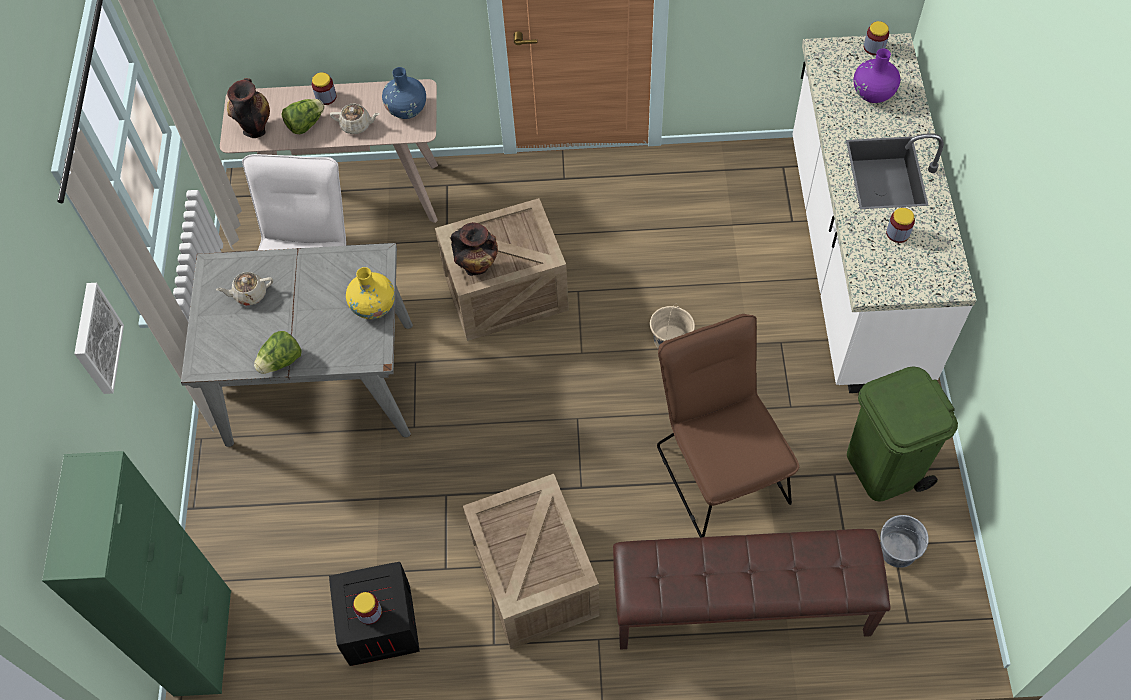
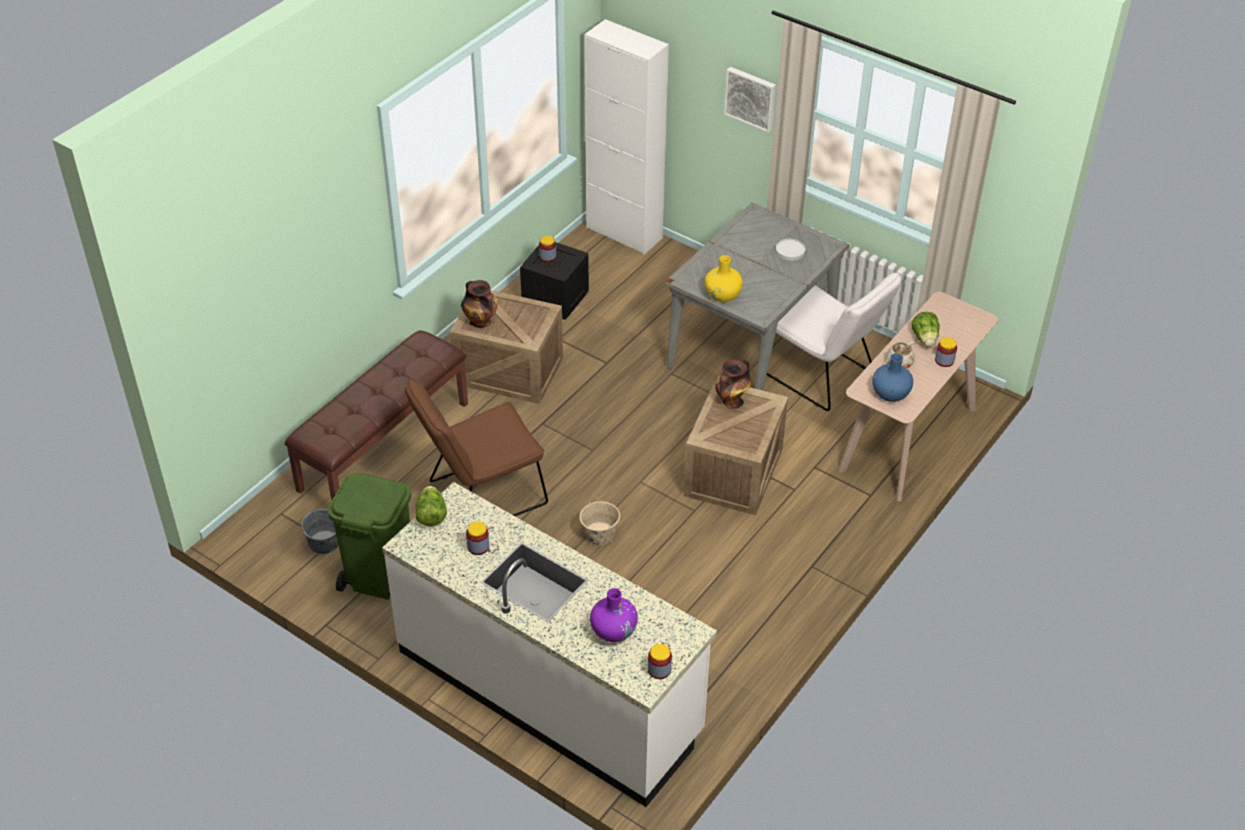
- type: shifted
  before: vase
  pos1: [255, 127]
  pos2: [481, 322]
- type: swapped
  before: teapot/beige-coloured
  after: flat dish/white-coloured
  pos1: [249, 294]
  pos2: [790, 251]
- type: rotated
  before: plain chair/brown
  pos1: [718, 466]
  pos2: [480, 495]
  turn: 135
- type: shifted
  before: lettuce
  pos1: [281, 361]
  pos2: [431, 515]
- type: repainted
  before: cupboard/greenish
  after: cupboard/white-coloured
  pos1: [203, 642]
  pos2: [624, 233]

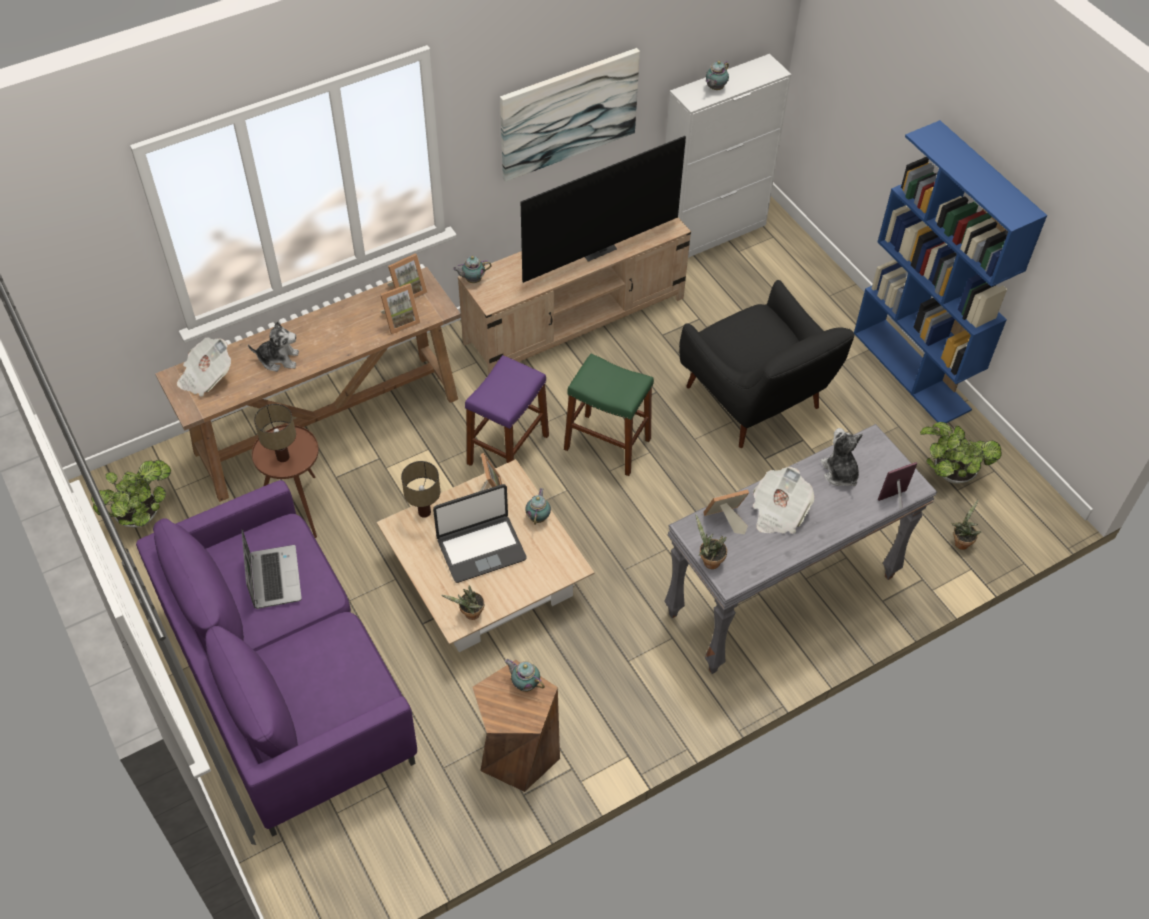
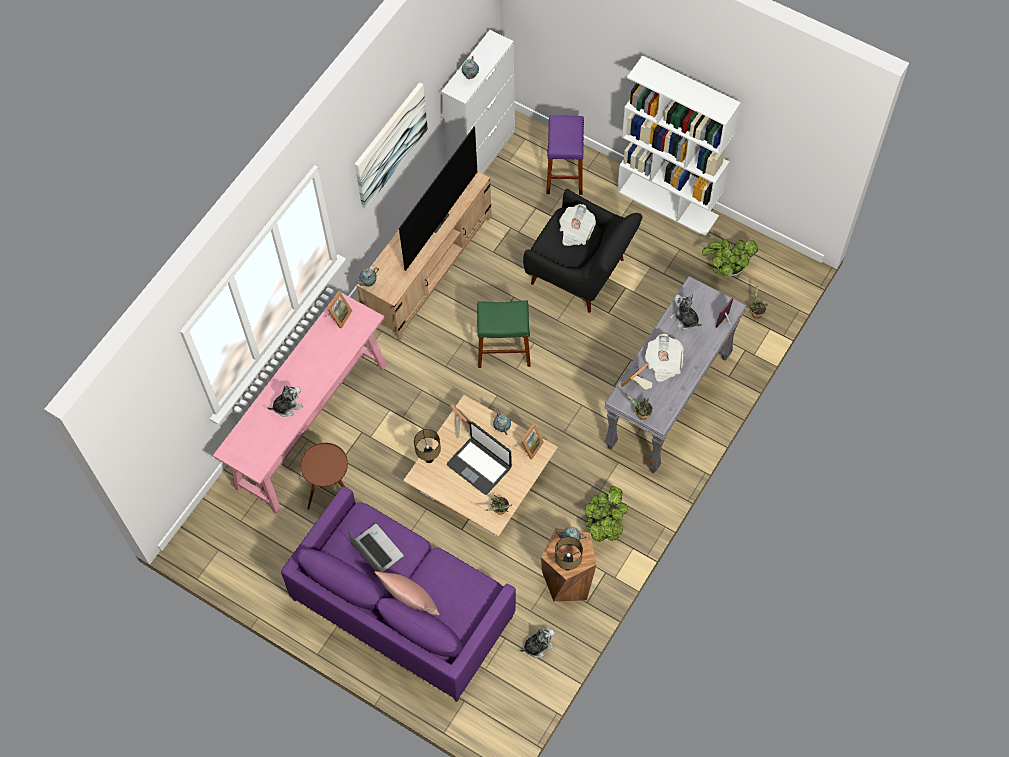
- type: repainted
  before: bookshelf/bluish
  after: bookshelf/white-coloured
  pos1: [912, 371]
  pos2: [668, 203]
- type: repainted
  before: hall table/brown
  after: hall table/pink-coloured
  pos1: [329, 425]
  pos2: [312, 424]
- type: shifted
  before: standing frame
  pos1: [400, 320]
  pos2: [529, 446]
- type: shifted
  before: printed paper
  pos1: [206, 377]
  pos2: [575, 231]
- type: shifted
  before: sitting stool/purple-coloured
  pos1: [508, 450]
  pos2: [564, 174]
- type: shifted
  before: tabletop lamp
  pos1: [282, 456]
  pos2: [567, 565]
- type: shifted
  before: plant in a pot
  pos1: [142, 515]
  pos2: [603, 527]
- type: rotated
  before: notebook computer
  pos1: [481, 548]
  pos2: [479, 465]
  turn: 90
- type: new
  after: pillow/pink-coloured
  pos2: [410, 602]
- type: new
  after: plush toy
  pos2: [538, 645]

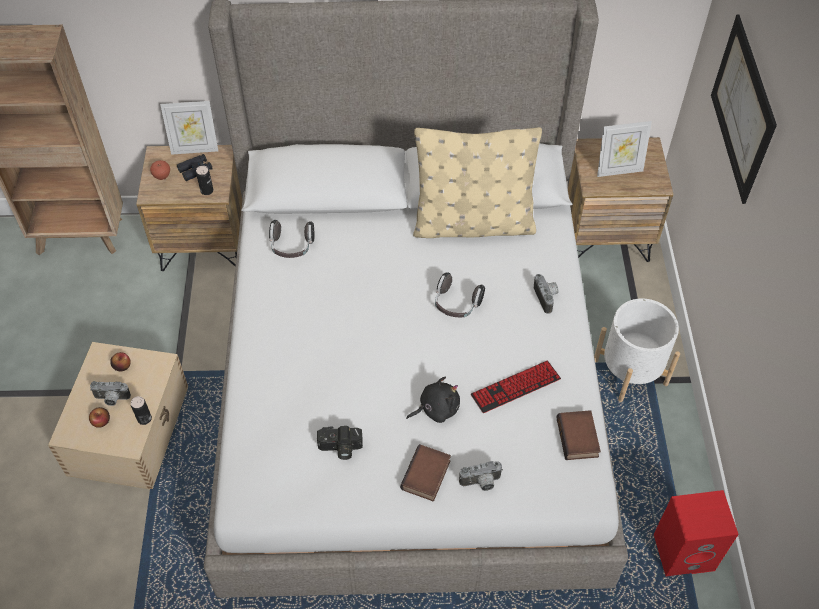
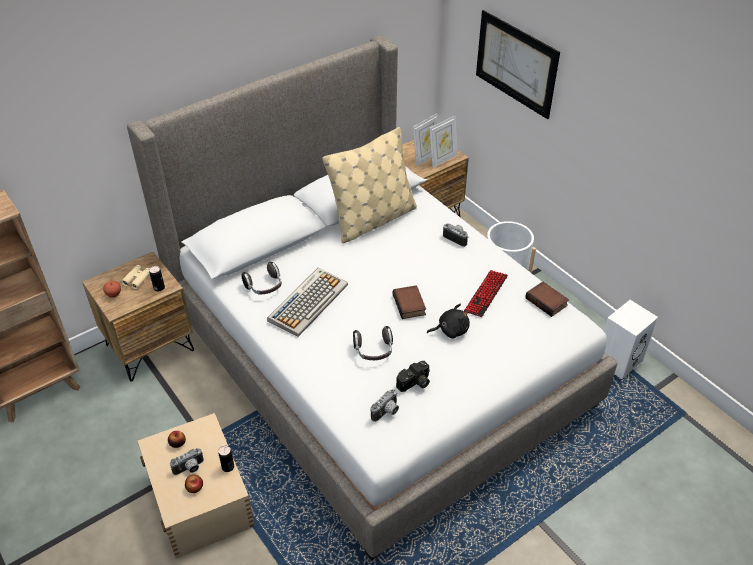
- type: shifted
  before: standing frame
  pos1: [195, 149]
  pos2: [442, 159]
- type: repainted
  before: field glasses/blackish
  after: field glasses/beige-coloured
  pos1: [195, 170]
  pos2: [137, 279]
- type: shifted
  before: pair of headphones
  pos1: [456, 304]
  pos2: [373, 351]
- type: rotated
  before: plush toy/blackish
  pos1: [436, 408]
  pos2: [450, 330]
  turn: 45
- type: shifted
  before: volume
  pos1: [427, 476]
  pos2: [410, 305]
- type: shifted
  before: still camera
  pos1: [481, 483]
  pos2: [387, 413]
- type: repainted
  before: audio speaker/red
  after: audio speaker/white-coloured
  pos1: [684, 551]
  pos2: [618, 360]
- type: new
  after: computer keyboard
  pos2: [308, 302]

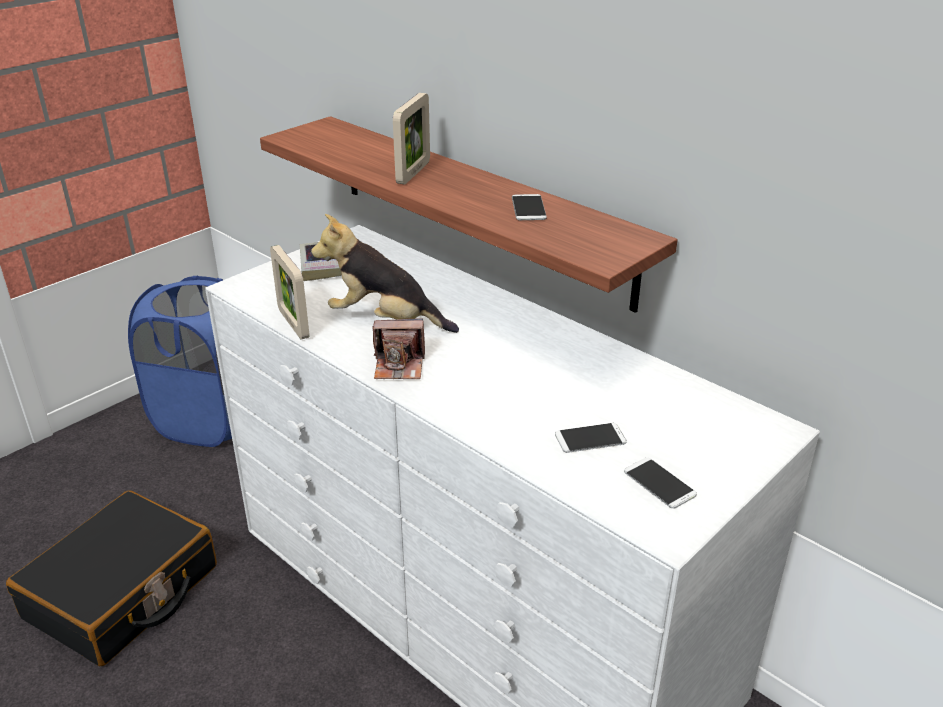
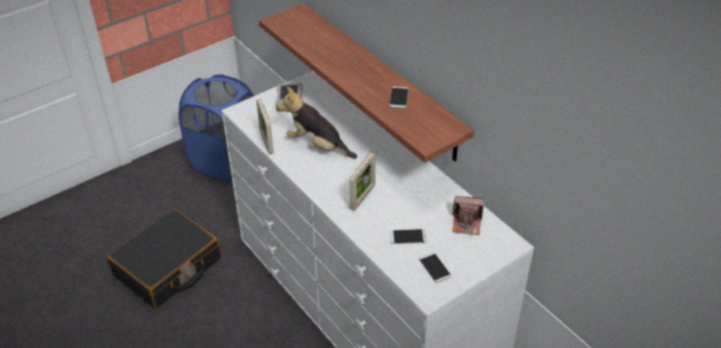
- type: shifted
  before: standing frame
  pos1: [413, 173]
  pos2: [362, 197]
- type: shifted
  before: still camera
  pos1: [399, 365]
  pos2: [467, 223]

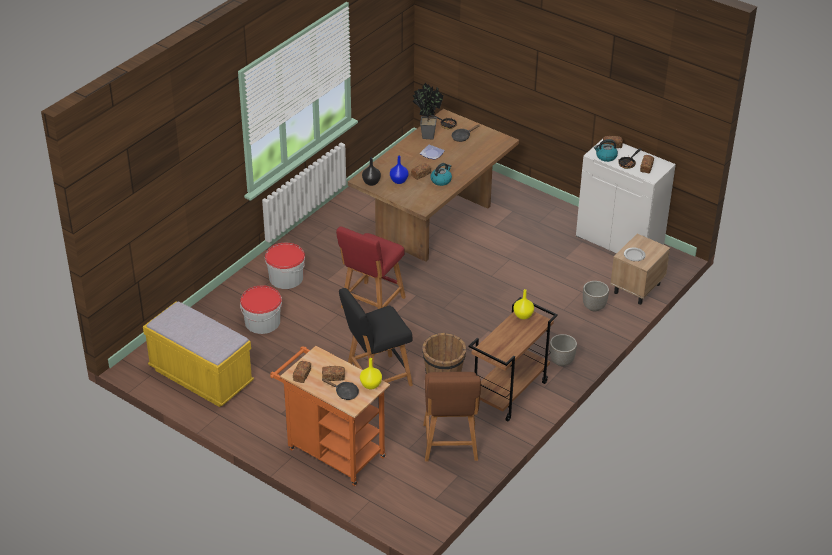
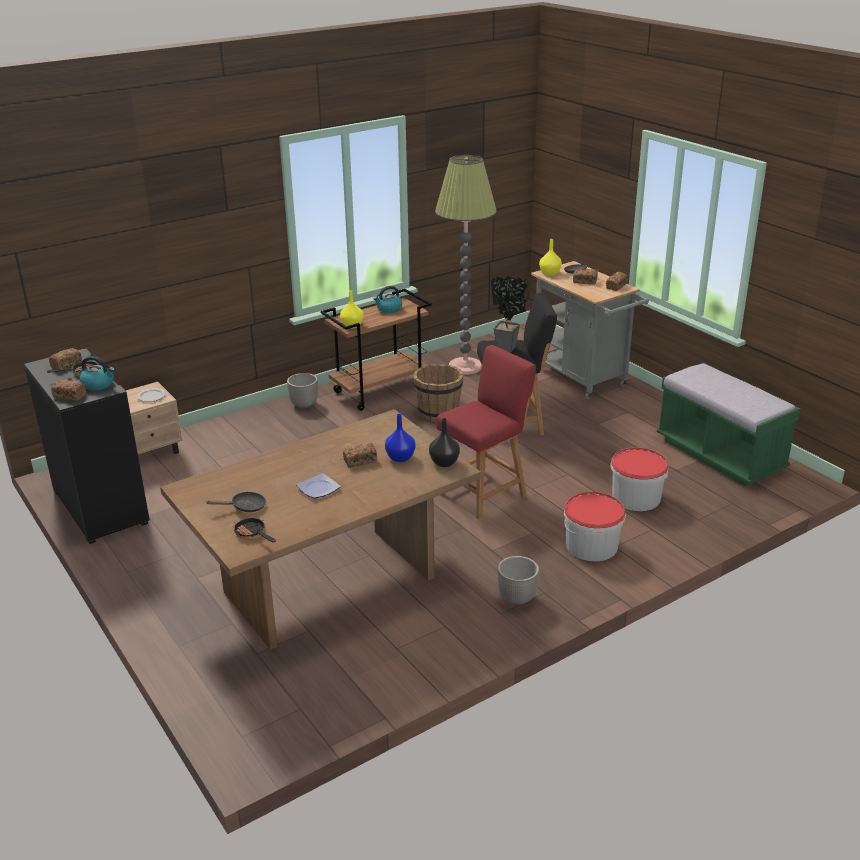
- type: shifted
  before: plant in a pot
  pos1: [426, 135]
  pos2: [508, 349]
- type: repainted
  before: cupboard/white-coloured
  after: cupboard/blackish
  pos1: [620, 241]
  pos2: [99, 506]
- type: shifted
  before: water kettle
  pos1: [441, 180]
  pos2: [389, 309]
- type: shifted
  before: flower pot
  pos1: [594, 307]
  pos2: [516, 598]
- type: repainted
  before: long seat/yellow
  after: long seat/greenish
  pos1: [201, 377]
  pos2: [720, 455]
- type: repainted
  before: wheeled cart/orange-coloured
  after: wheeled cart/grey
  pos1: [331, 451]
  pos2: [583, 379]
- type: swapped
  before: sitting stool/brown
  after: standing lamp
  pos1: [450, 444]
  pos2: [465, 367]

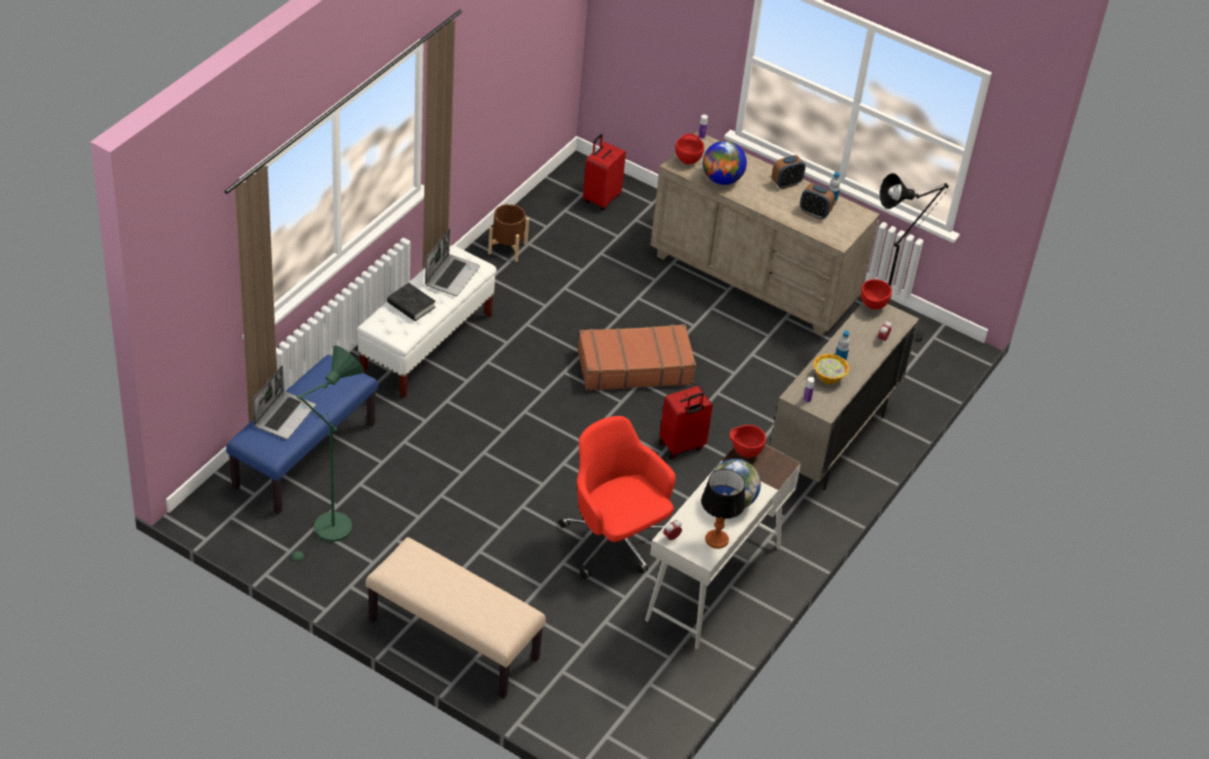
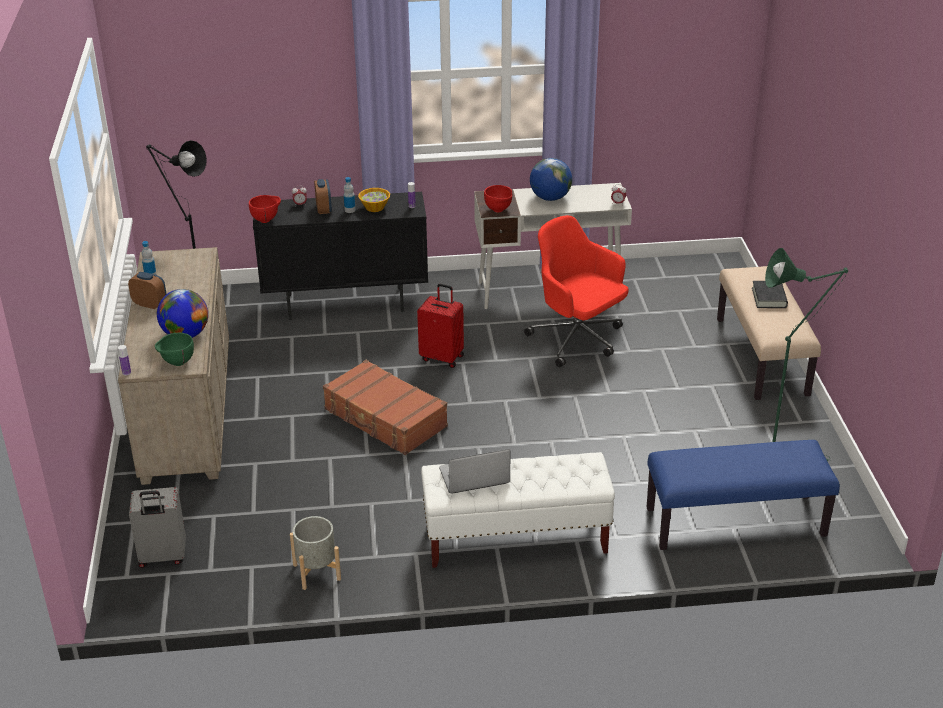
- type: repainted
  before: deep dish/red
  after: deep dish/greenish
  pos1: [688, 160]
  pos2: [177, 363]
- type: repainted
  before: piece of luggage/red
  after: piece of luggage/grey
  pos1: [601, 198]
  pos2: [162, 557]
- type: shifted
  before: bedside clock
  pos1: [815, 213]
  pos2: [324, 209]
- type: repainted
  before: flower pot/brown
  after: flower pot/grey
  pos1: [507, 248]
  pos2: [317, 572]
- type: shifted
  before: volume/blackish
  pos1: [411, 305]
  pos2: [769, 298]
- type: repainted
  before: cupboard/beige-coloured
  after: cupboard/blackish
  pos1: [832, 442]
  pos2: [346, 303]
- type: gone
  before: notebook computer
  pos1: [284, 415]
- type: rotated
  before: desk chair/red
  pos1: [615, 543]
  pos2: [577, 340]
  turn: 120
- type: gone
  before: tabletop lamp
  pos1: [716, 539]

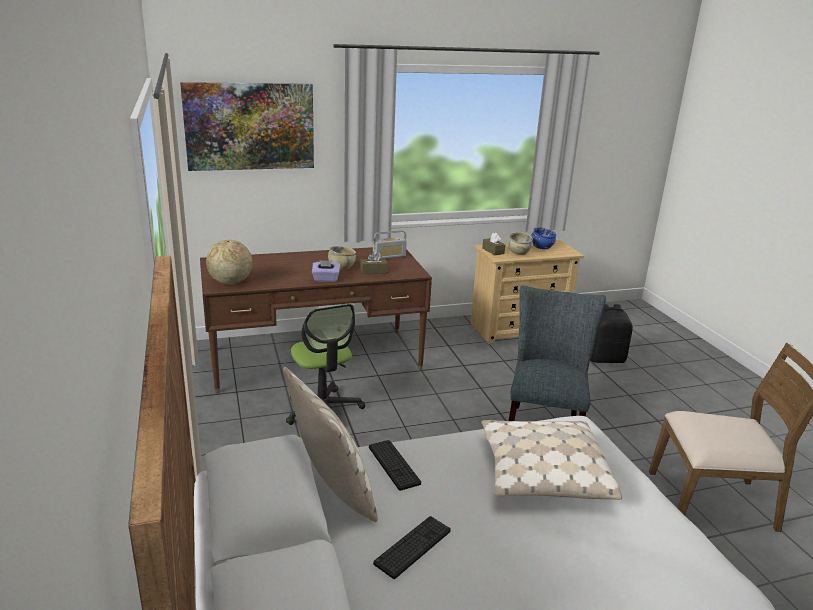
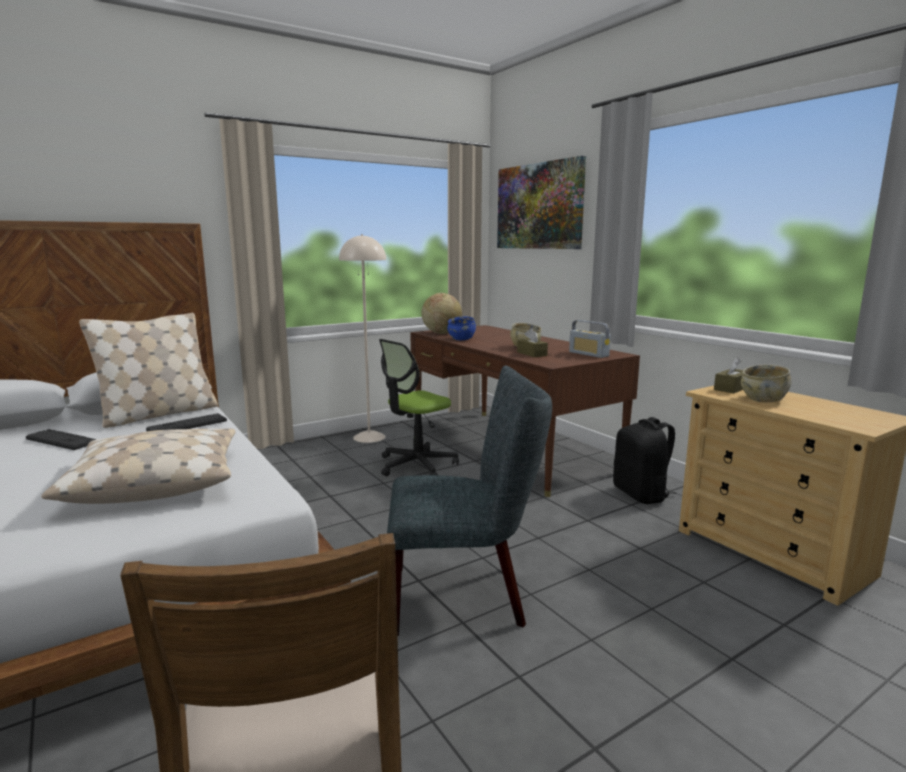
- type: shifted
  before: deep dish/bluish
  pos1: [542, 247]
  pos2: [461, 339]
- type: gone
  before: tissue holder/purple-coloured
  pos1: [326, 279]
- type: shifted
  before: knapsack/blackish
  pos1: [605, 358]
  pos2: [641, 494]
- type: new
  after: standing lamp/beige-coloured
  pos2: [369, 437]

